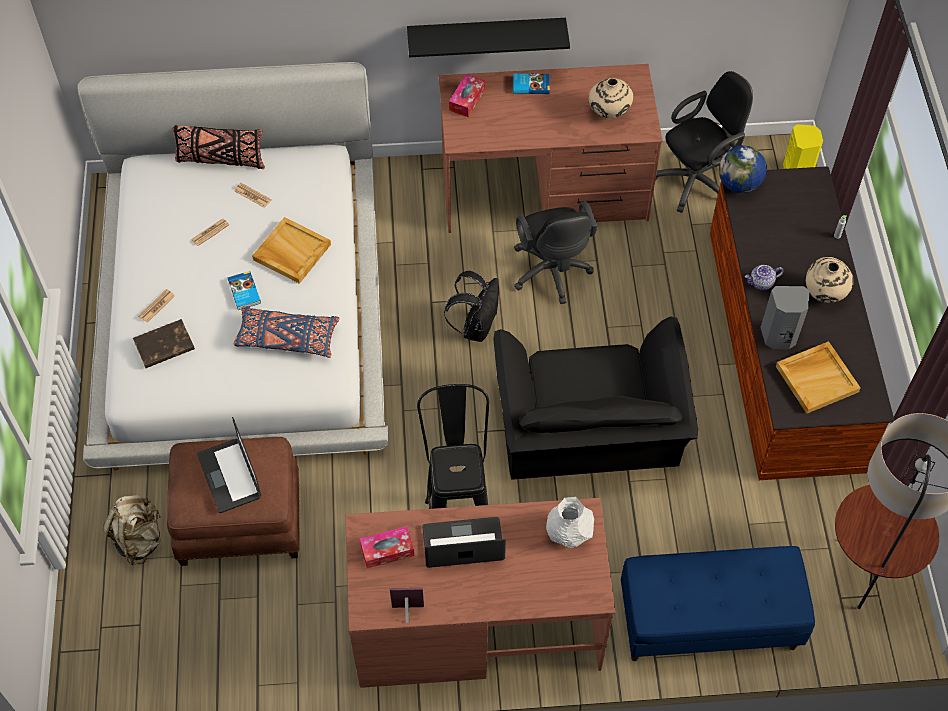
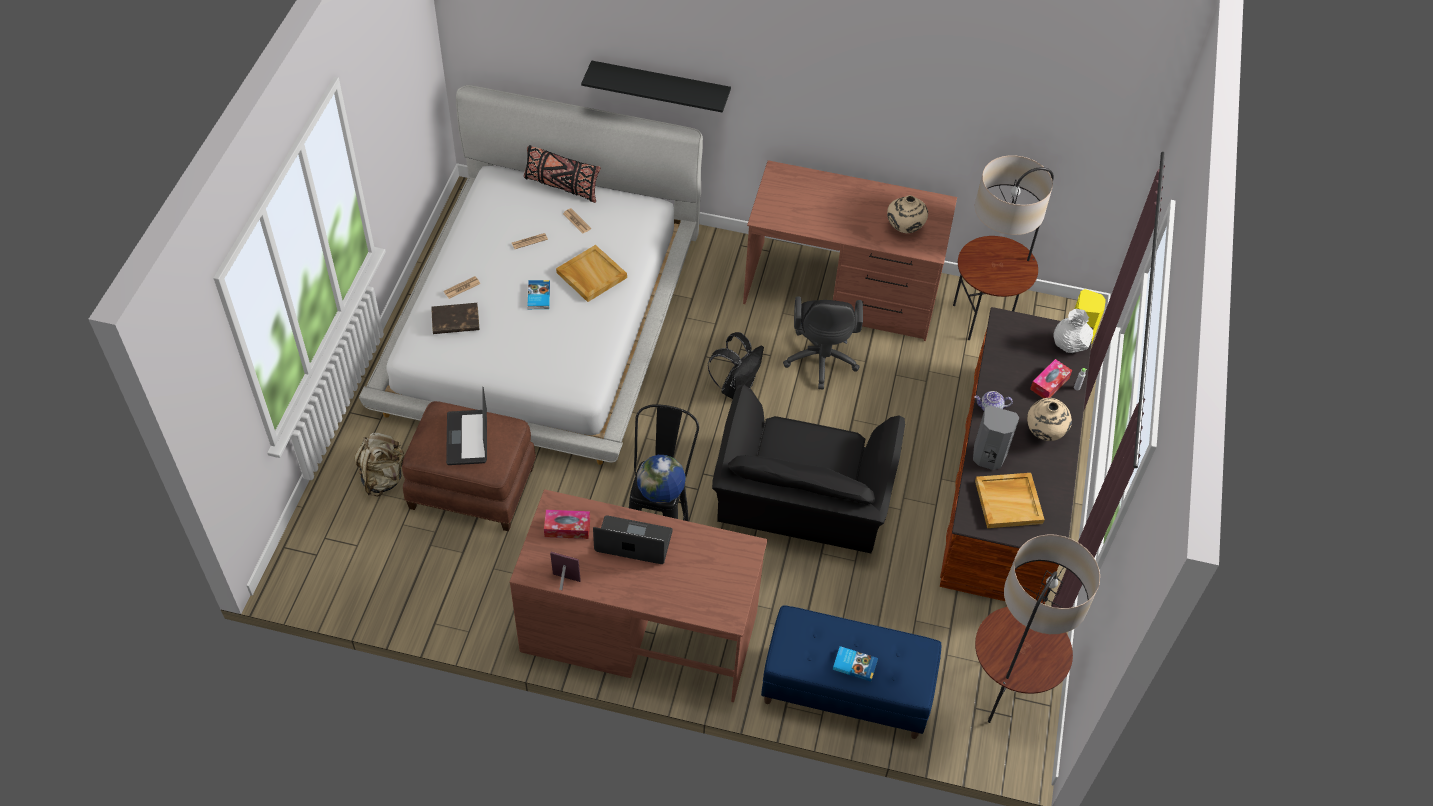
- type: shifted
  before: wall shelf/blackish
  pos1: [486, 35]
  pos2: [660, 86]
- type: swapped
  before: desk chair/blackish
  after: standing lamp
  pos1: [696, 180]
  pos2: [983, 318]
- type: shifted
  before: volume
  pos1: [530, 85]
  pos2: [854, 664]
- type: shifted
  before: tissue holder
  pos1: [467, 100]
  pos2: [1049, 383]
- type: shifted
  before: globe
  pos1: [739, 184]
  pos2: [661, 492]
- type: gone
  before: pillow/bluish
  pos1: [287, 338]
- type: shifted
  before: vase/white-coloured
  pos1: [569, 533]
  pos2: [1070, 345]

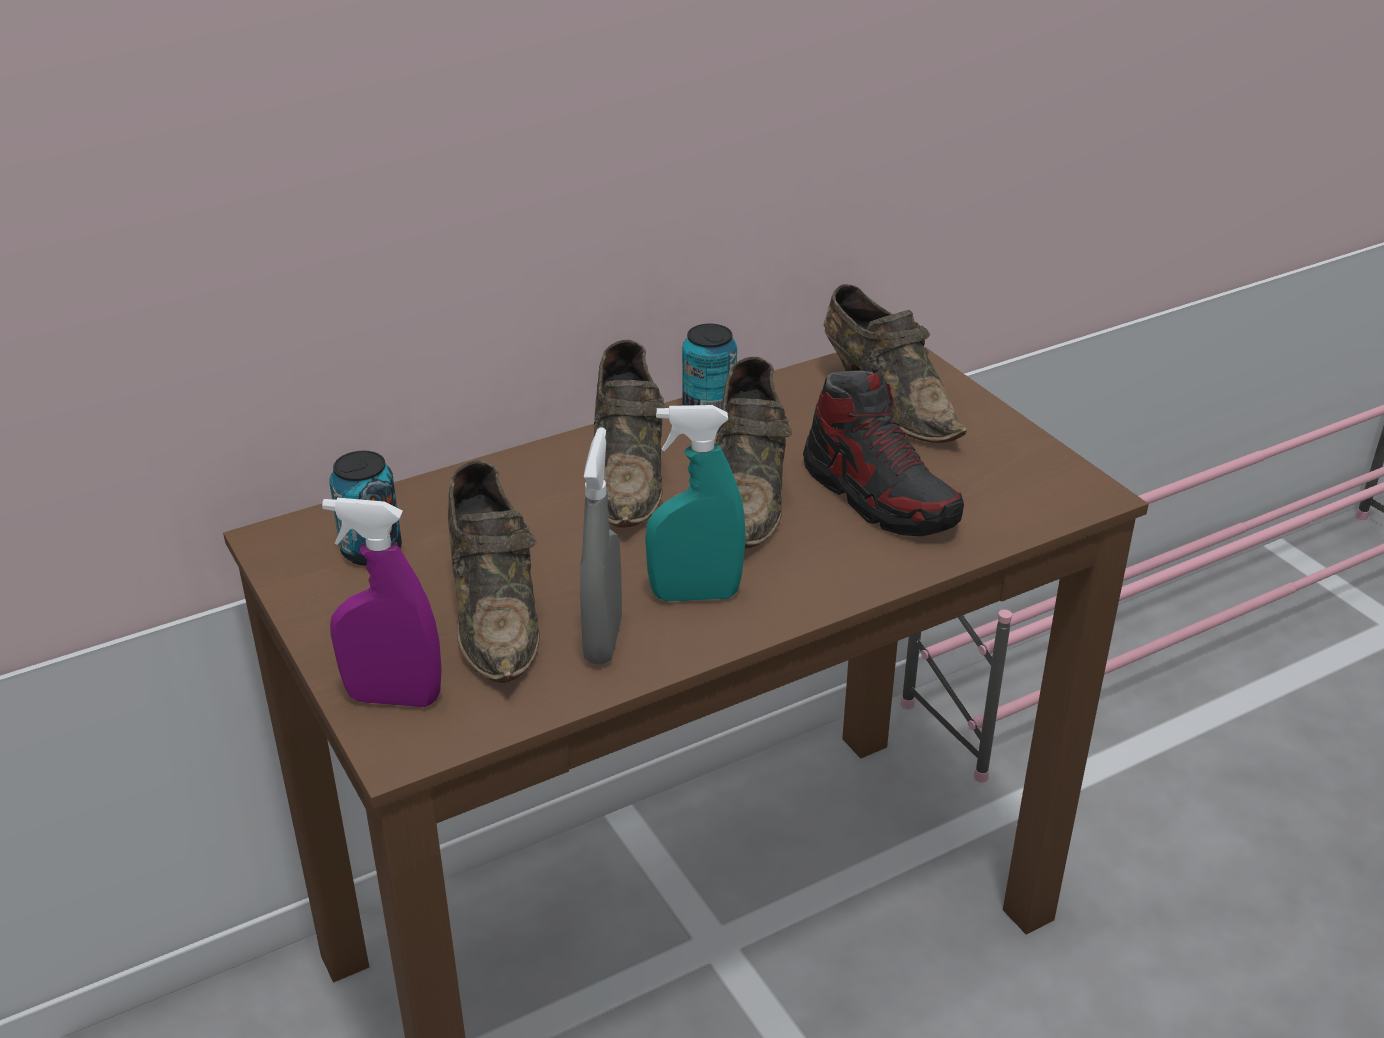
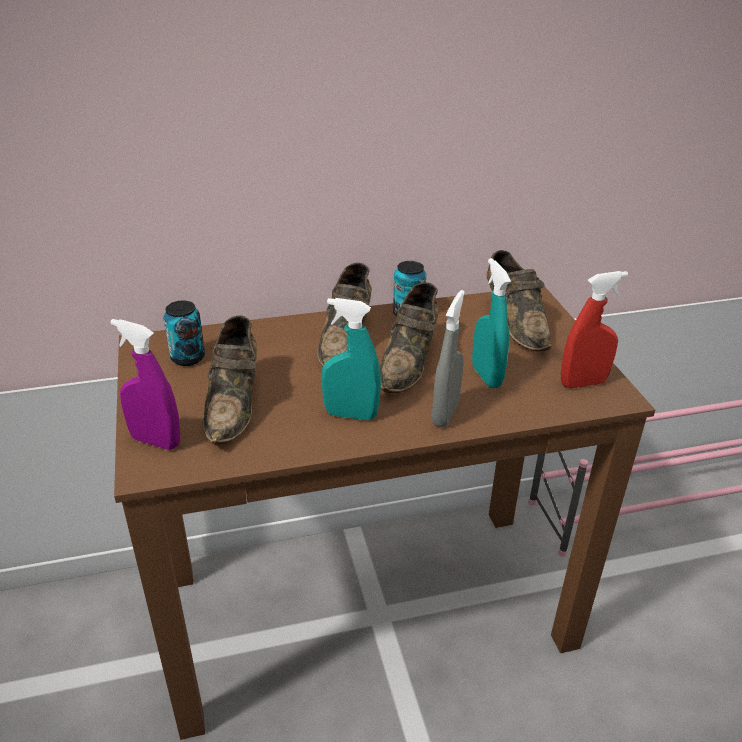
- type: swapped
  before: shoe
  after: hand sprayer/turquoise-coloured
  pos1: [879, 496]
  pos2: [486, 376]
- type: shifted
  before: hand sprayer/grey
  pos1: [603, 640]
  pos2: [445, 414]
- type: new
  after: hand sprayer/red
  pos2: [583, 383]

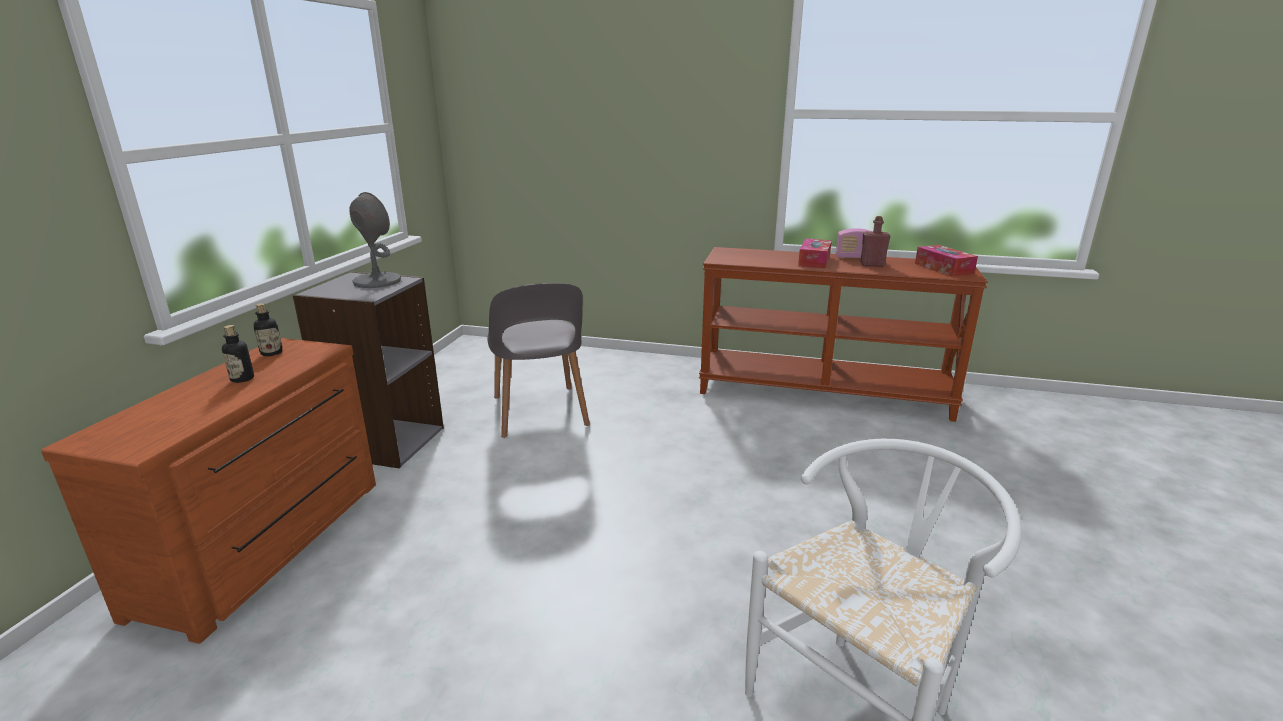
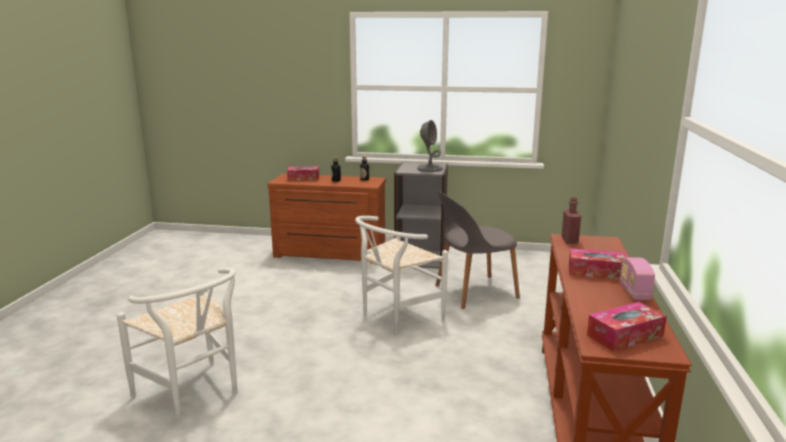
- type: shifted
  before: drink bottle/red
  pos1: [872, 265]
  pos2: [569, 240]
- type: new
  after: tissue holder
  pos2: [303, 178]
- type: new
  after: plain chair/white-coloured
  pos2: [396, 317]

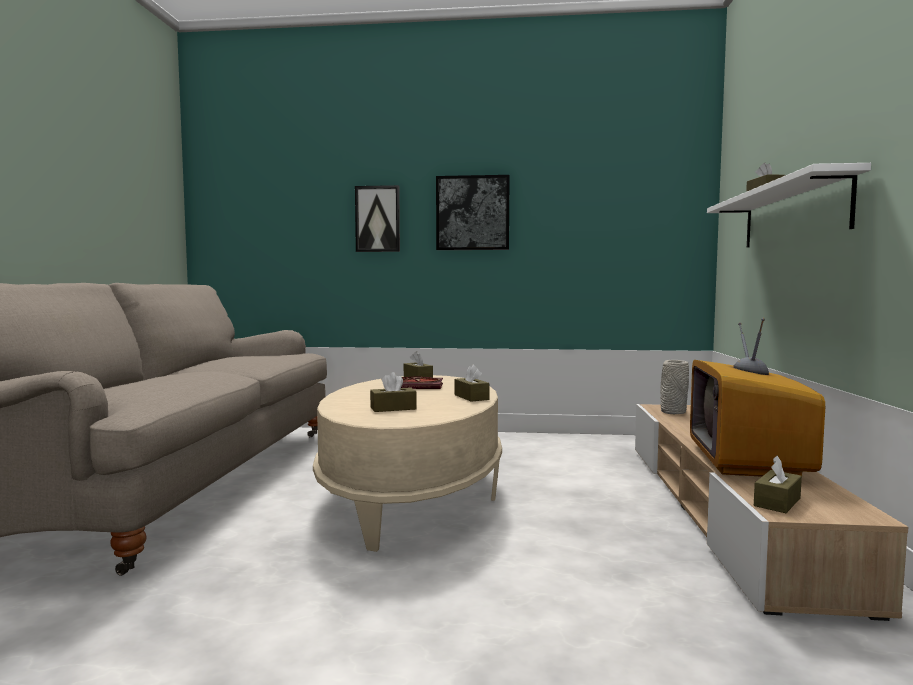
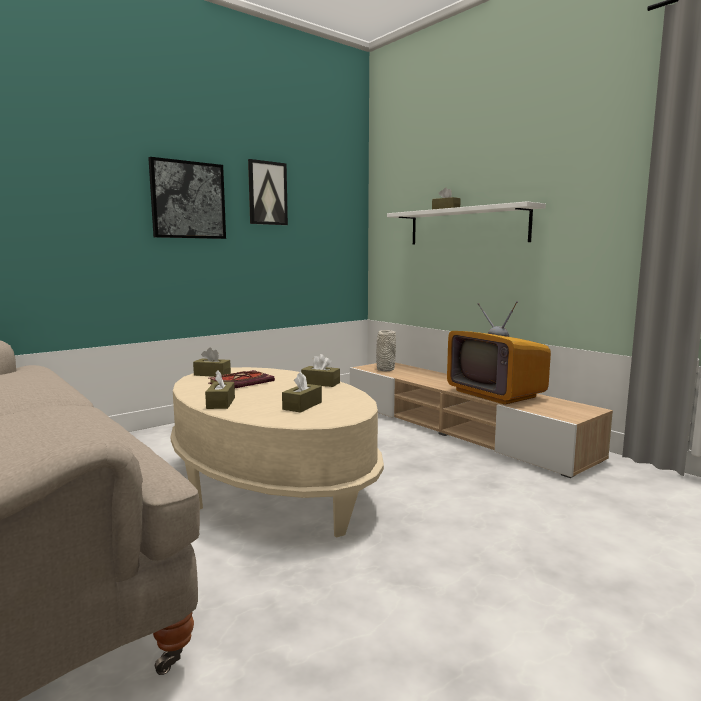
- type: shifted
  before: wall art
  pos1: [377, 219]
  pos2: [267, 193]
- type: shifted
  before: tissue holder/brown
  pos1: [777, 502]
  pos2: [221, 403]

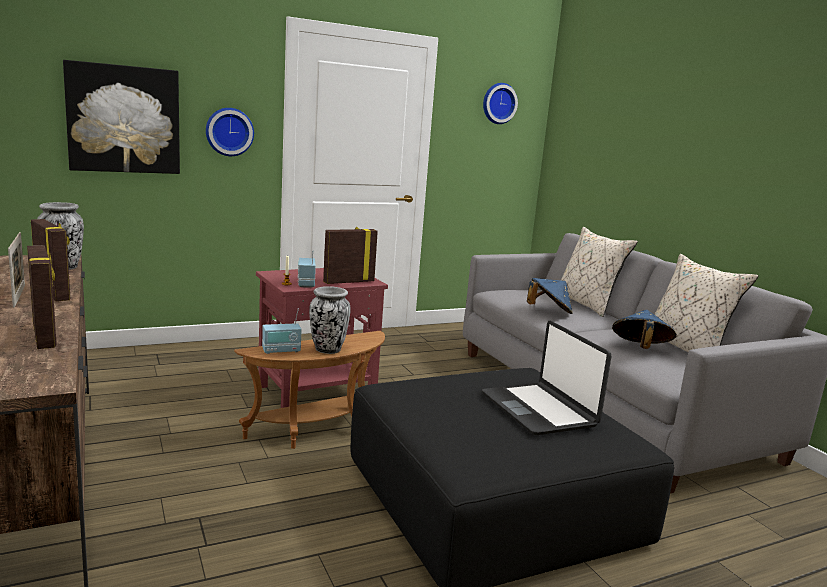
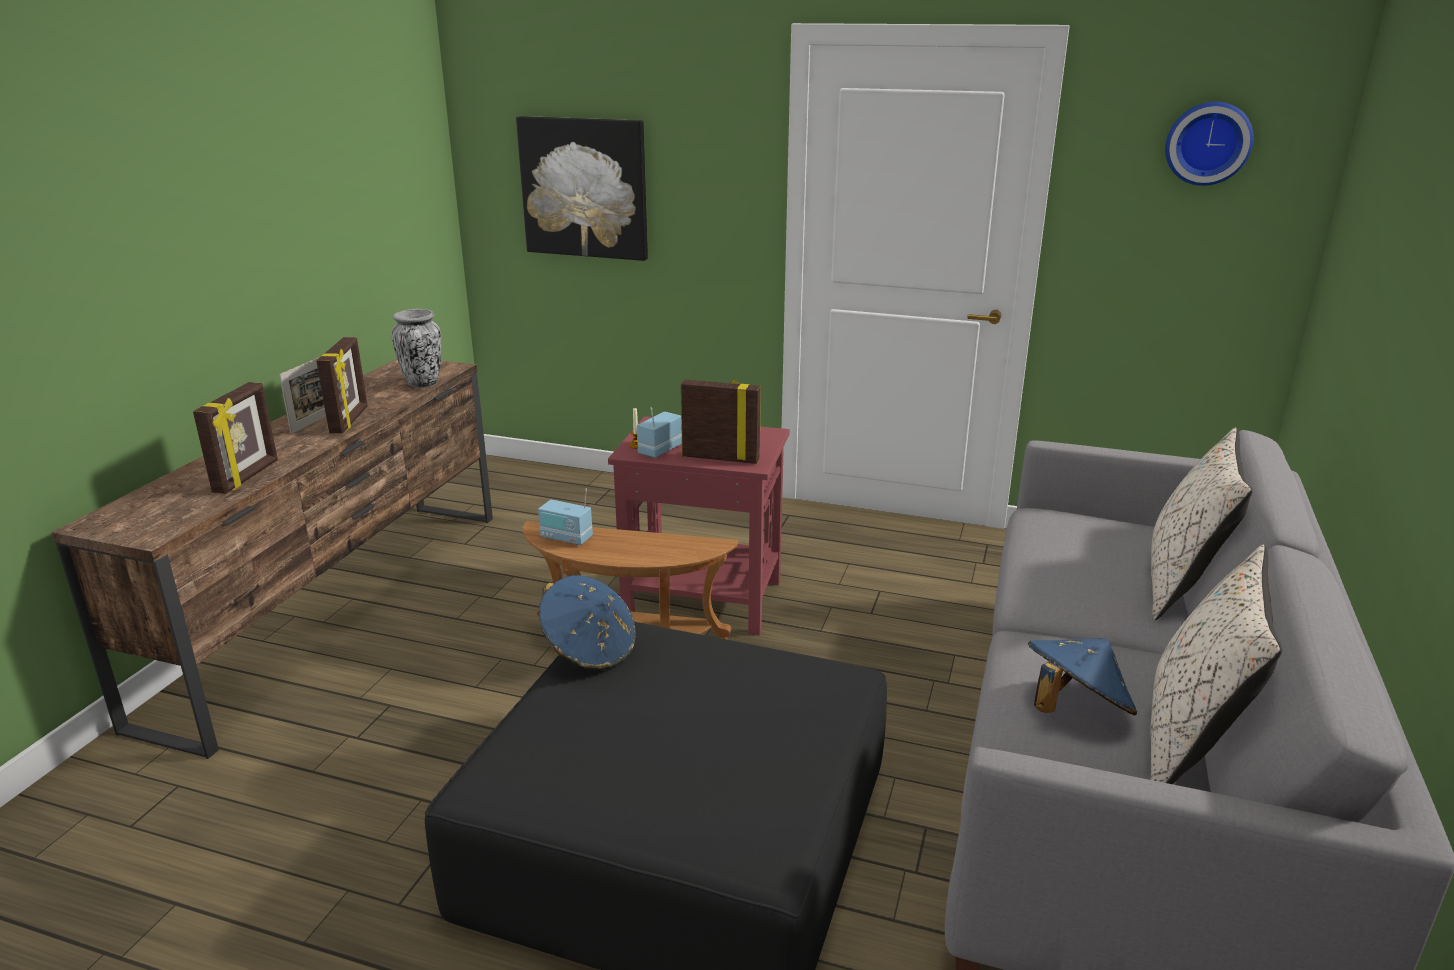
- type: gone
  before: clock on the wall
  pos1: [229, 132]
- type: shifted
  before: hat/bluish
  pos1: [549, 312]
  pos2: [589, 649]
- type: gone
  before: vase
  pos1: [327, 350]
- type: gone
  before: notebook computer
  pos1: [539, 410]

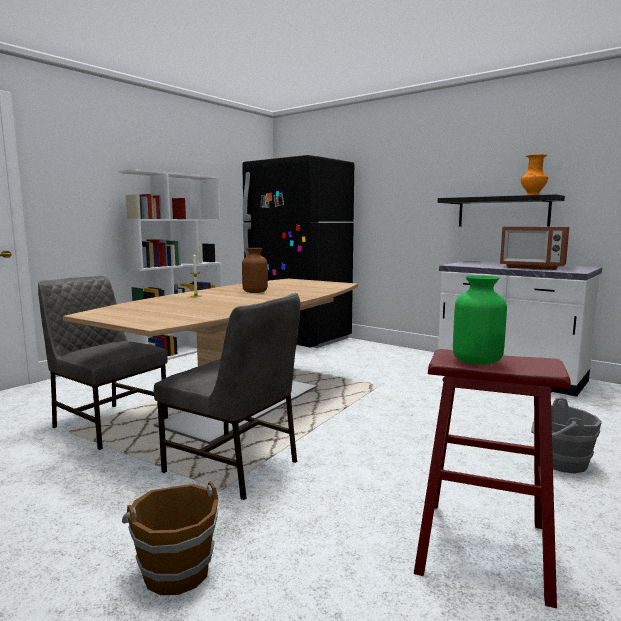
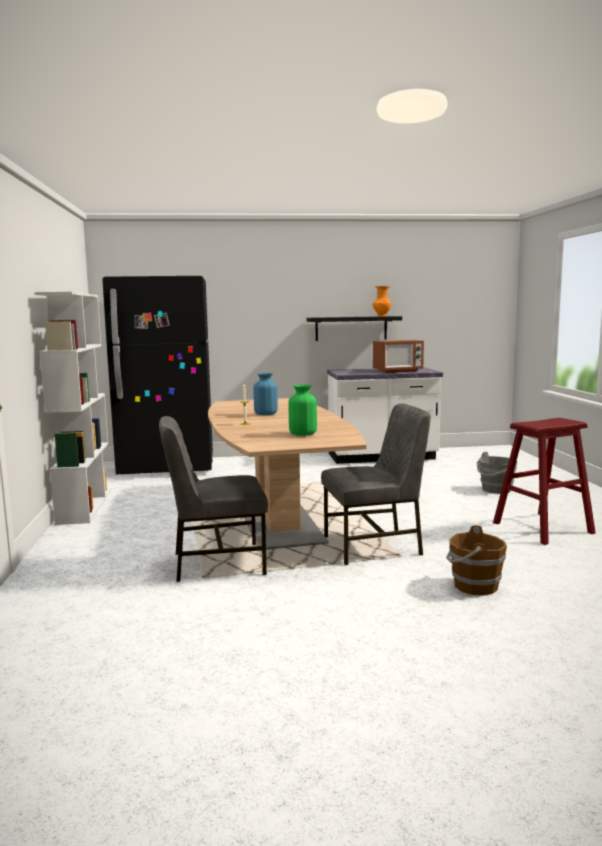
- type: repainted
  before: vase/brown
  after: vase/bluish
  pos1: [255, 292]
  pos2: [266, 414]
- type: shifted
  before: vase/greenish
  pos1: [476, 360]
  pos2: [303, 434]

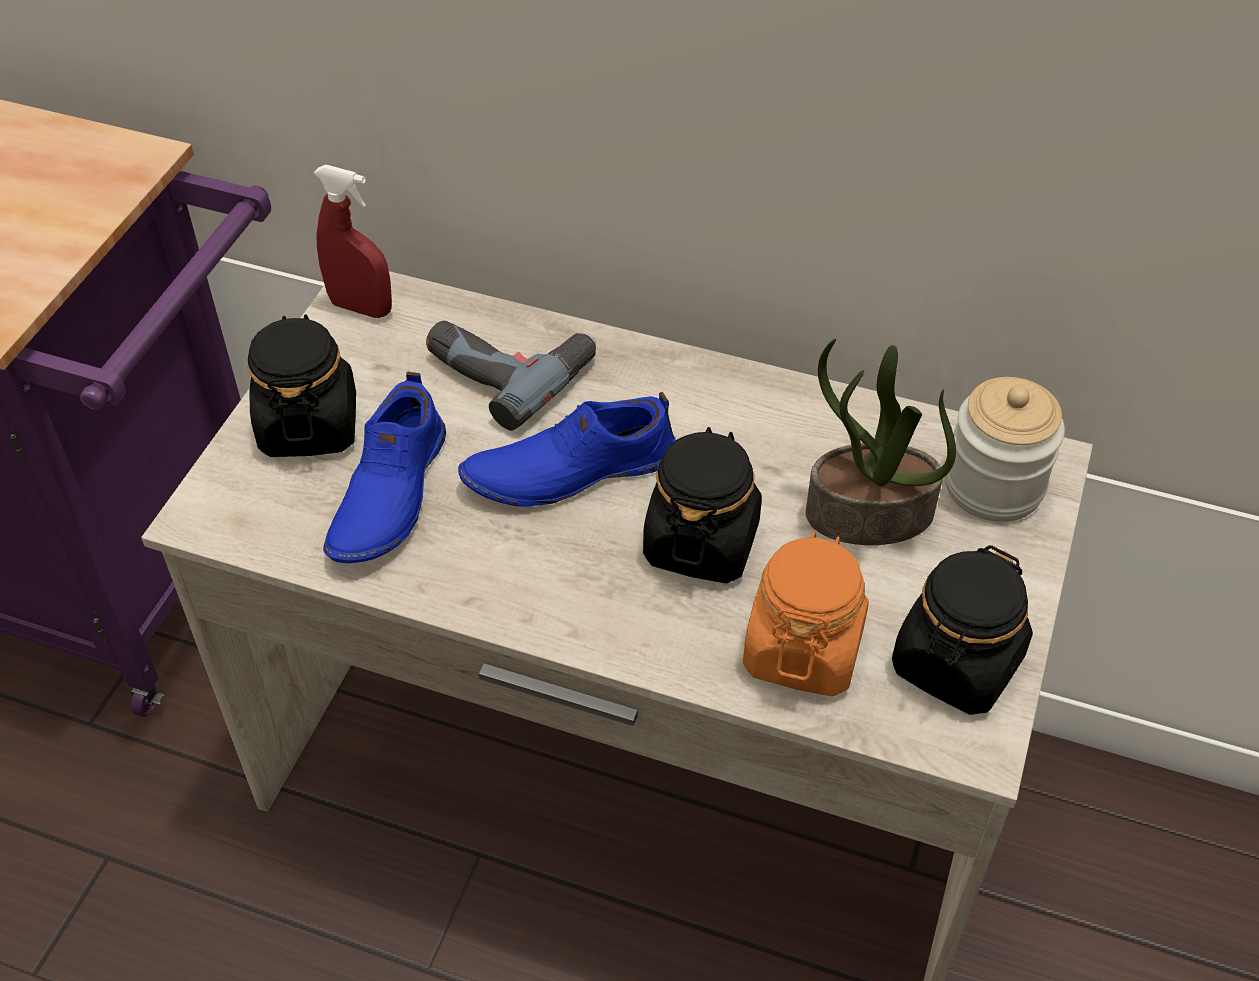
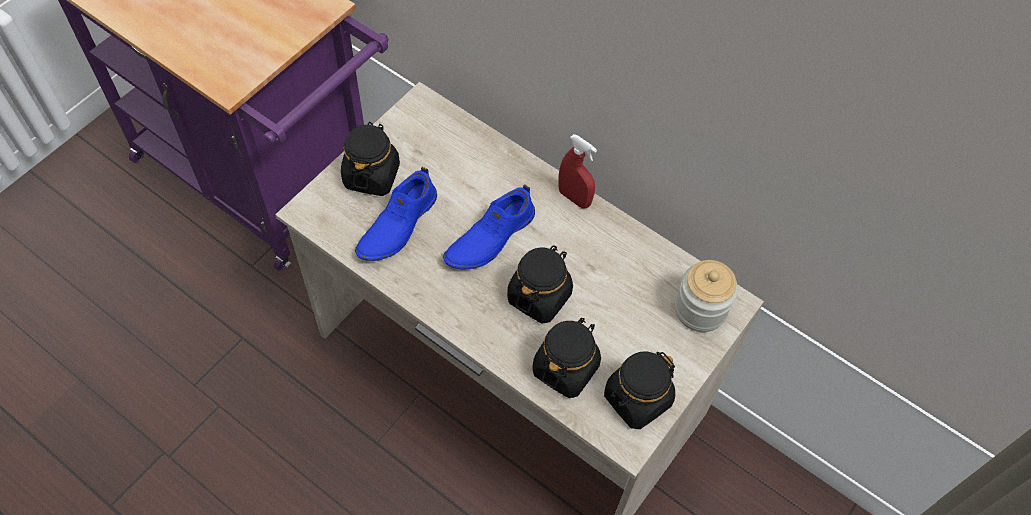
- type: shifted
  before: hand sprayer/red
  pos1: [361, 307]
  pos2: [574, 198]
- type: gone
  before: drill
  pos1: [509, 367]
- type: gone
  before: plant in a pot
  pos1: [868, 516]
- type: rotated
  before: shoe/bluish
  pos1: [569, 470]
  pos2: [489, 237]
  turn: -45
- type: repainted
  before: storage jar/orange-coloured
  after: storage jar/blackish
  pos1: [803, 649]
  pos2: [565, 368]

